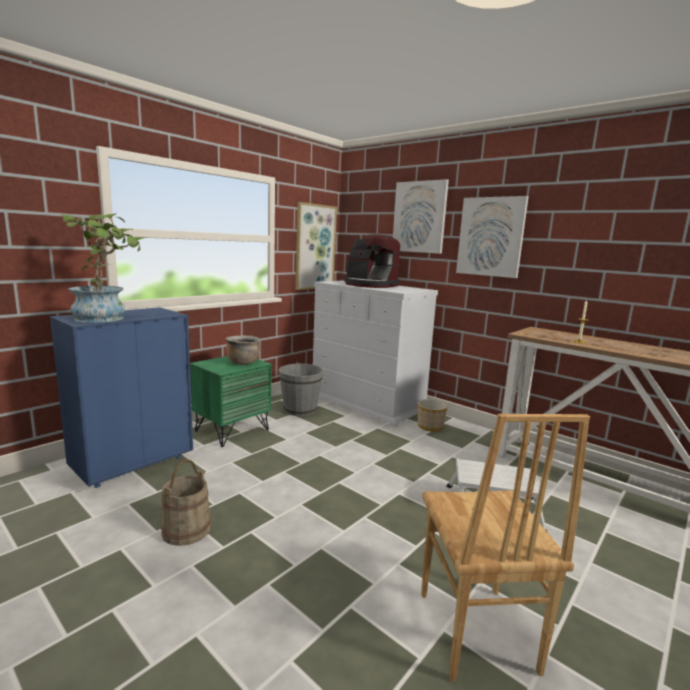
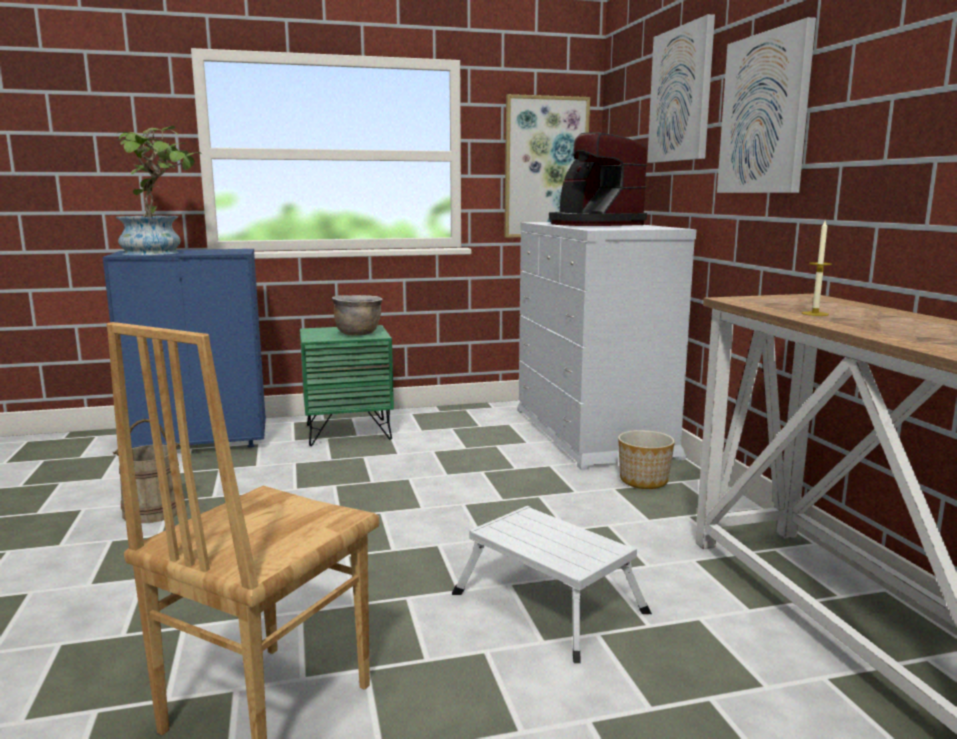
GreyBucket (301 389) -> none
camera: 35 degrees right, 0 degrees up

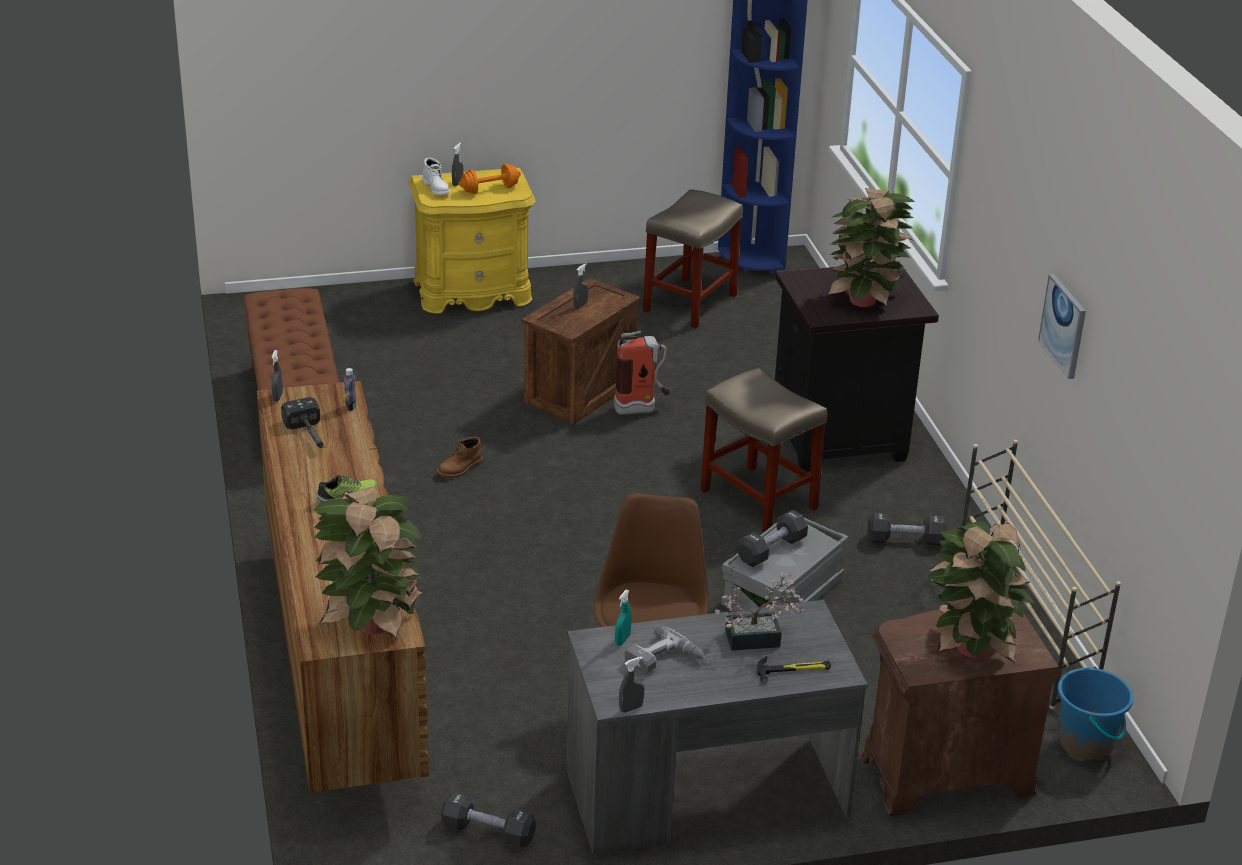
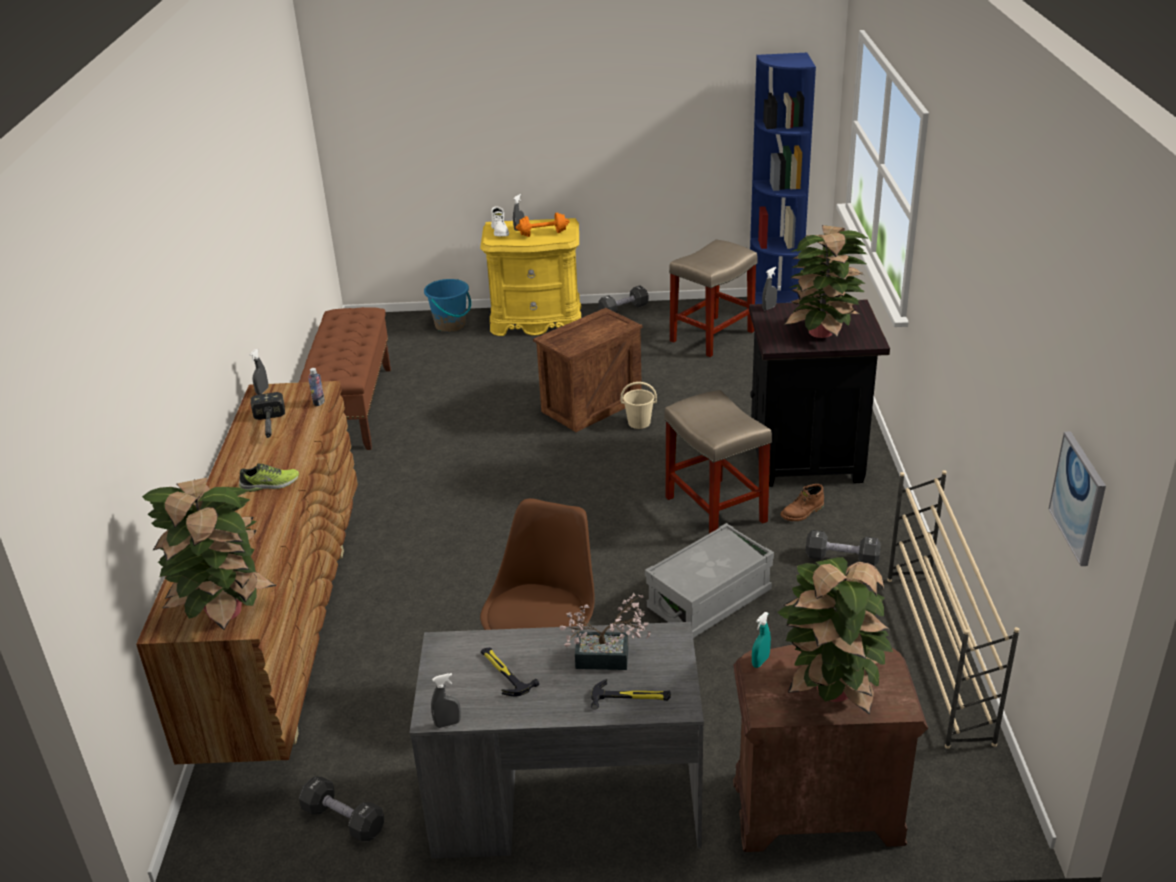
BrownBoot (459 457) -> BrownBoot (802 502), move
GreySprayBottle (580 286) -> GreySprayBottle (769 288), move
TurquoiseSprayBottle (623 618) -> TurquoiseSprayBottle (761 640), move
BlackDumbbell (772 538) -> BlackDumbbell (623 299), move
Picture (1062 326) -> Picture (1077 498), move
BlueBucket (1096 713) -> BlueBucket (447 305), move
FireExtinguisher (642 373) -> BeigeBucket (639 405)
PowerDrill (665 649) -> Hammer (510 672)
camera: 15 degrees right, 0 degrees up

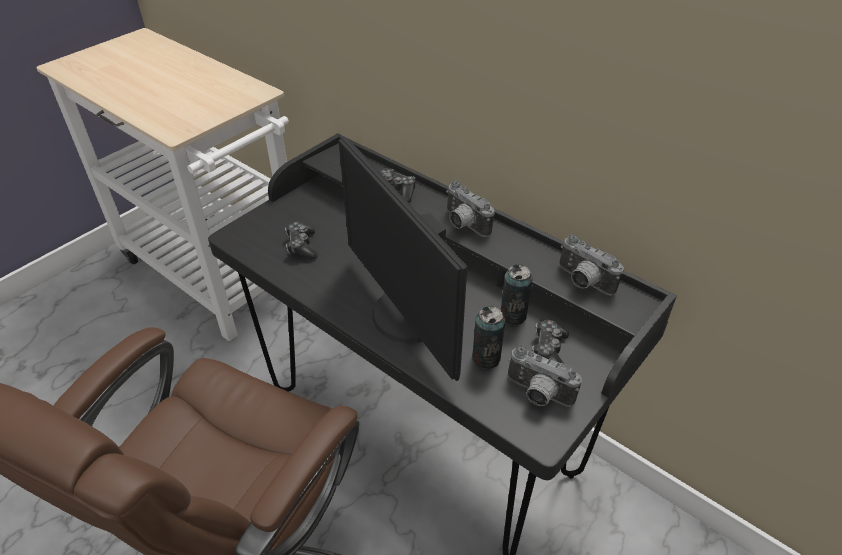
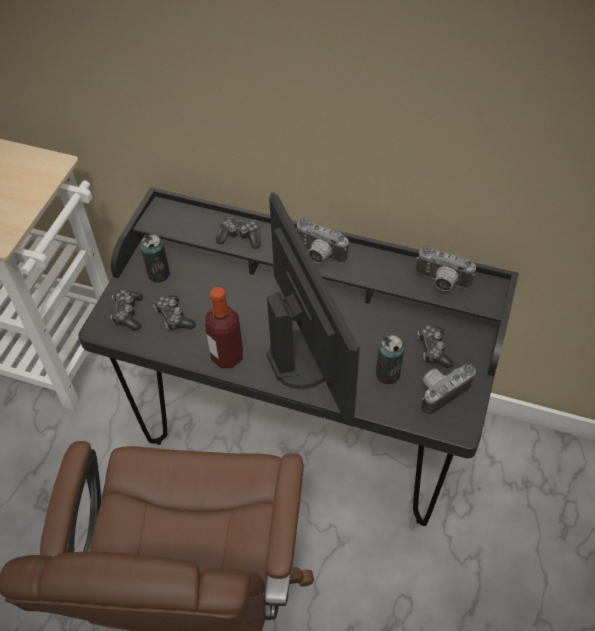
none -> GameController (127 310)
none -> Bottle (224 327)
Can (516 295) -> Can (155 258), move
Monitor (402 258) -> Monitor (313 308), 150 degrees counterclockwise
PhotoCamera (545 376) -> PhotoCamera (448 389), 135 degrees clockwise
camera: 20 degrees left, 10 degrees up

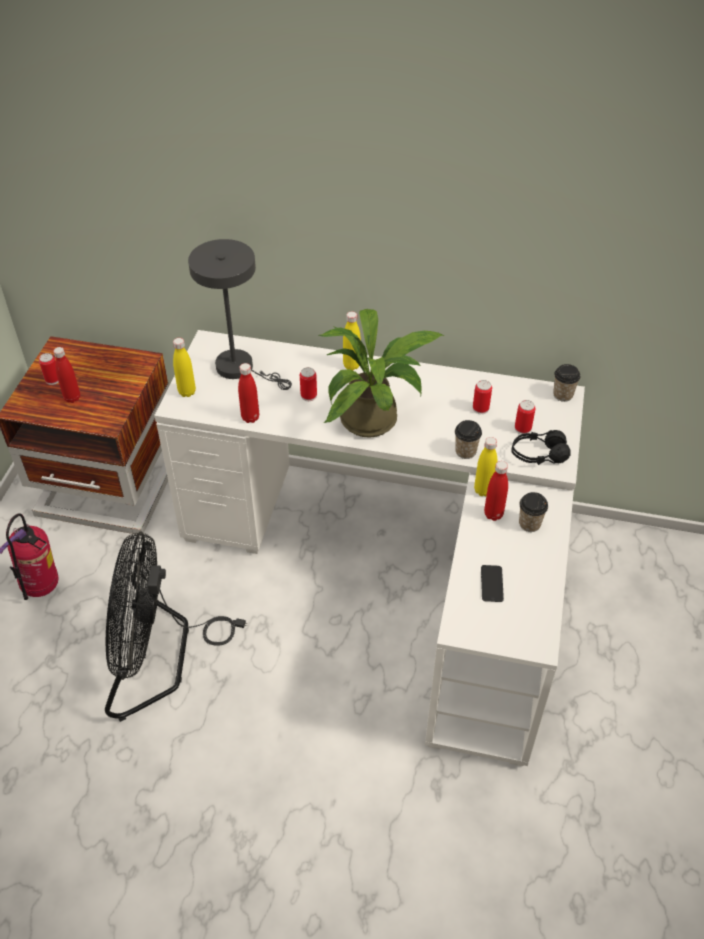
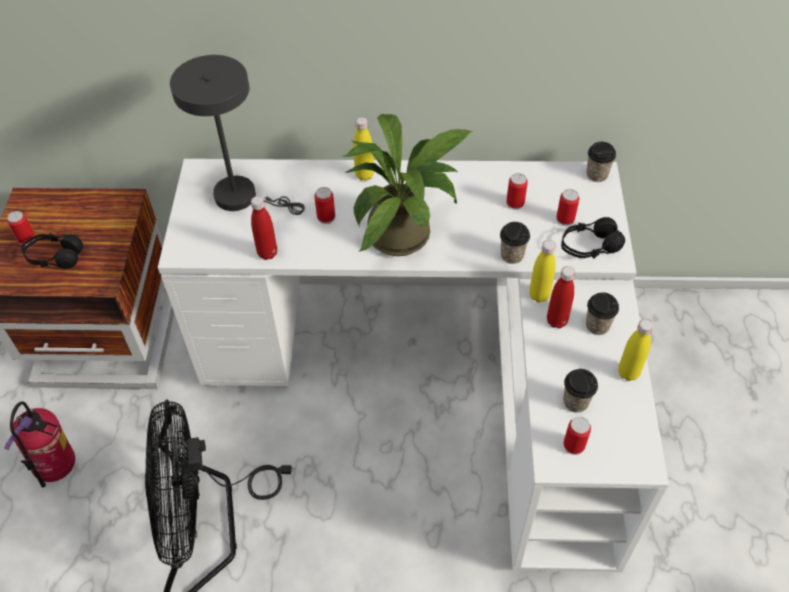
none -> Can (577 436)
YellowBottle (184 367) -> YellowBottle (635 350), move
RedBottle (66 375) -> BlackHeadphones (52 251)
Phone (492 583) -> Cup (580 391)
camera: 10 degrees left, 5 degrees up

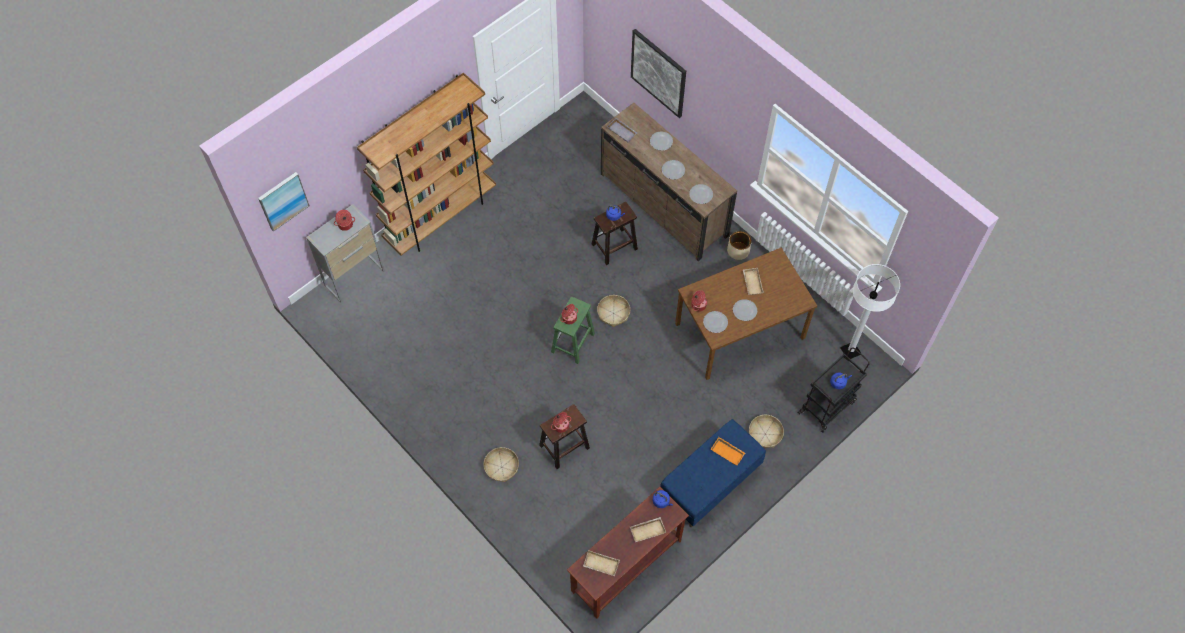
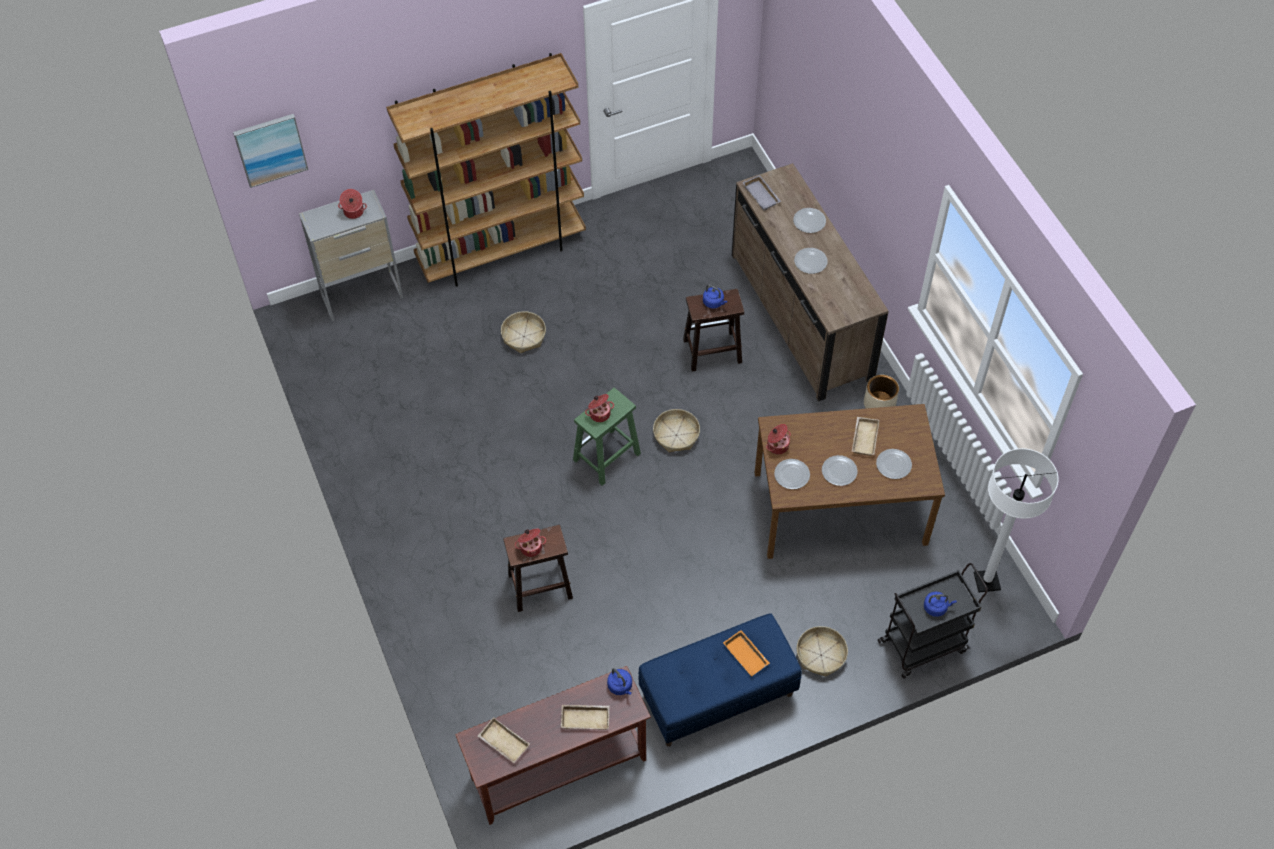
Picture (658 73) -> none
Basket (501 464) -> Basket (523 332), move
Plate (701 194) -> Plate (894 464), move
camera: 20 degrees right, 5 degrees down

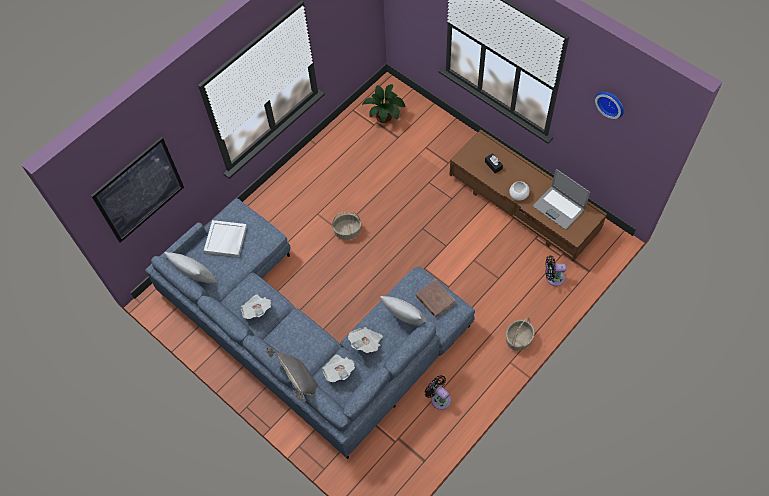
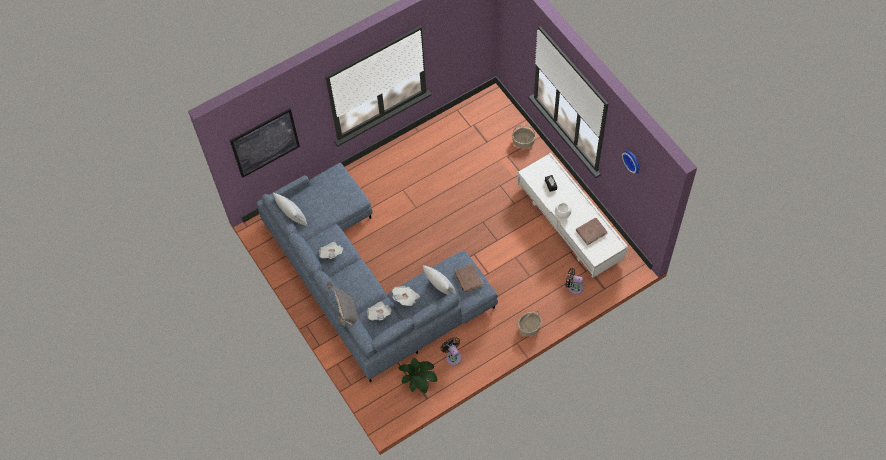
WhiteTray (225 238) -> none
Basket (346 225) -> Basket (524 136), move
PottedPlant (383 103) -> PottedPlant (418 375), move
Laptop (561 199) -> BrownBook (591 231)
BrownTvStand (528 195) -> WhiteTvStand (572 215)
camera: 15 degrees right, 0 degrees up

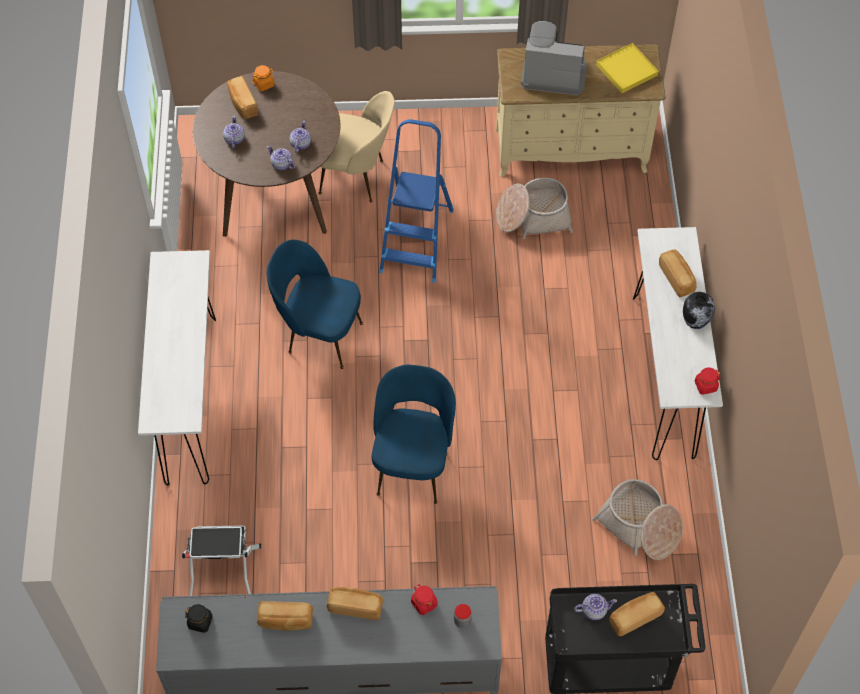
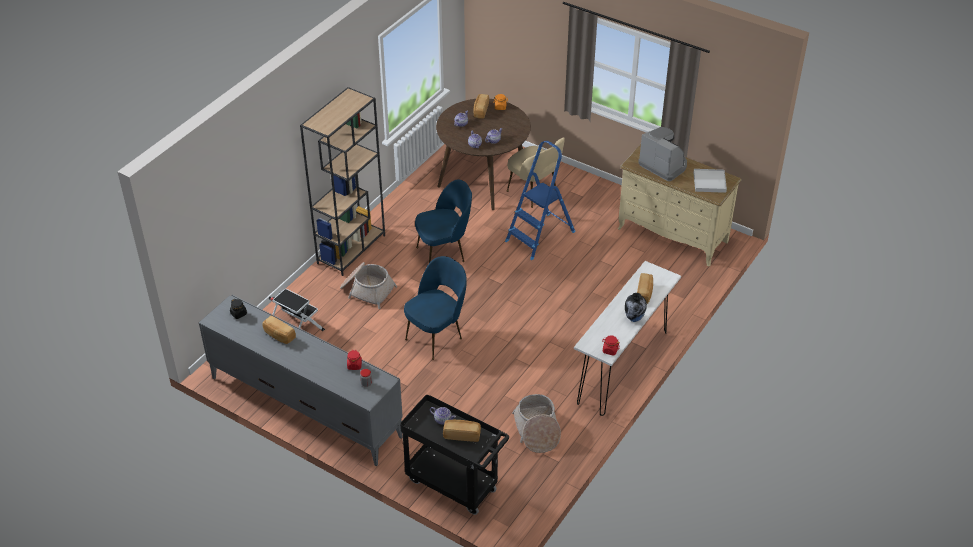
Bread (355 603) -> none
Basket (534 208) -> Basket (368 285), move
WhiteConsoleTable (177 368) -> Bookcase (342 181)
YellowTray (627 68) -> WhiteTray (710 181)
BlueChair (315 304) -> BlueChair (443 221), 105 degrees clockwise
camera: 35 degrees right, 15 degrees down

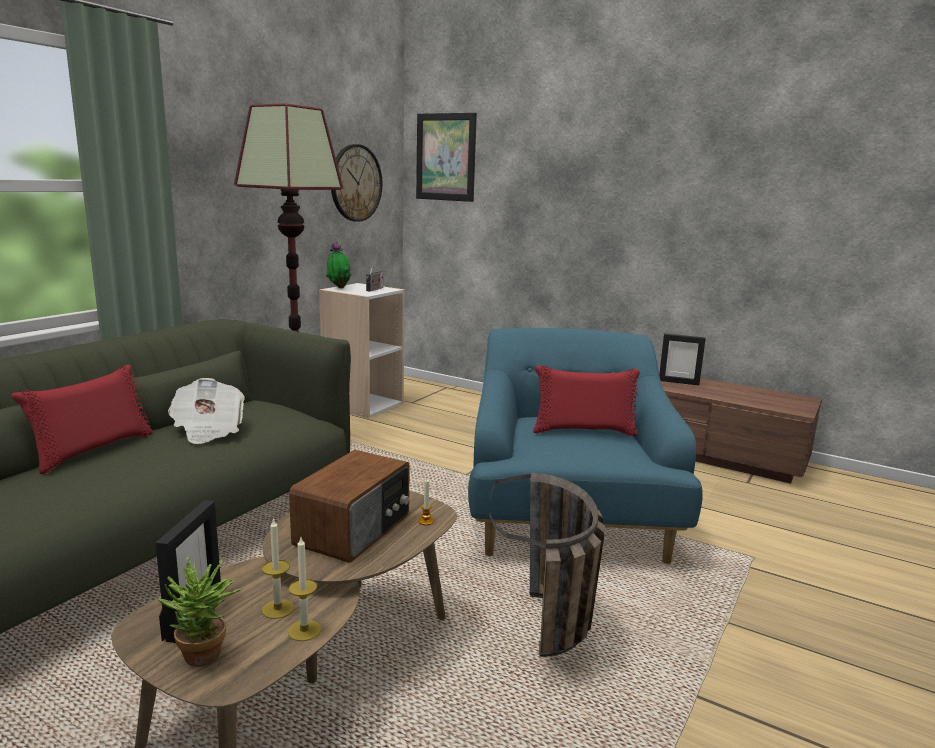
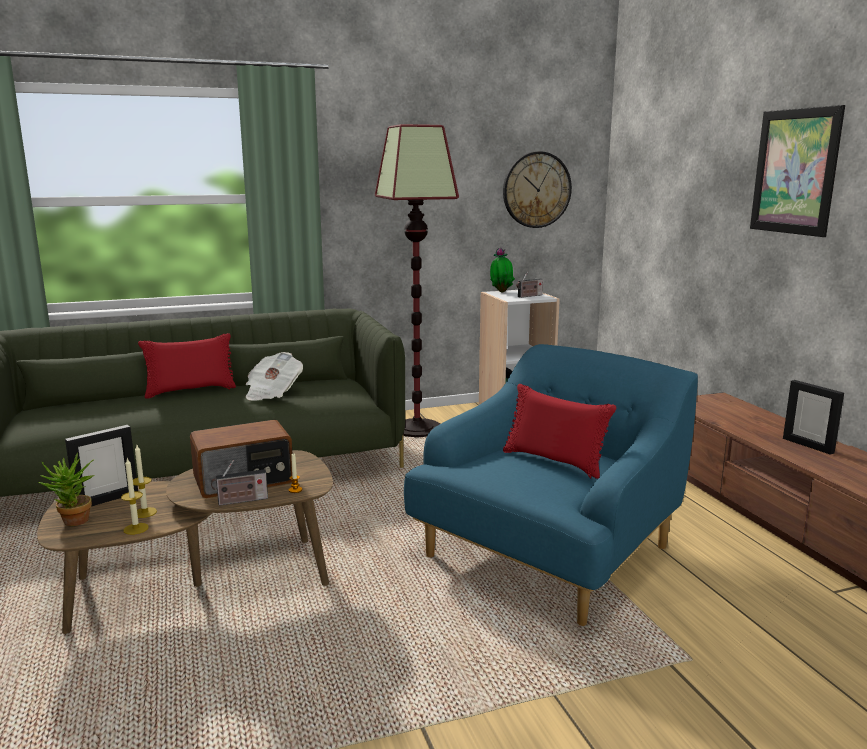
Basket (547 565) -> none
none -> Radio (239 483)
Picture (446 157) -> Picture (797 171), move
camera: 40 degrees right, 0 degrees up

